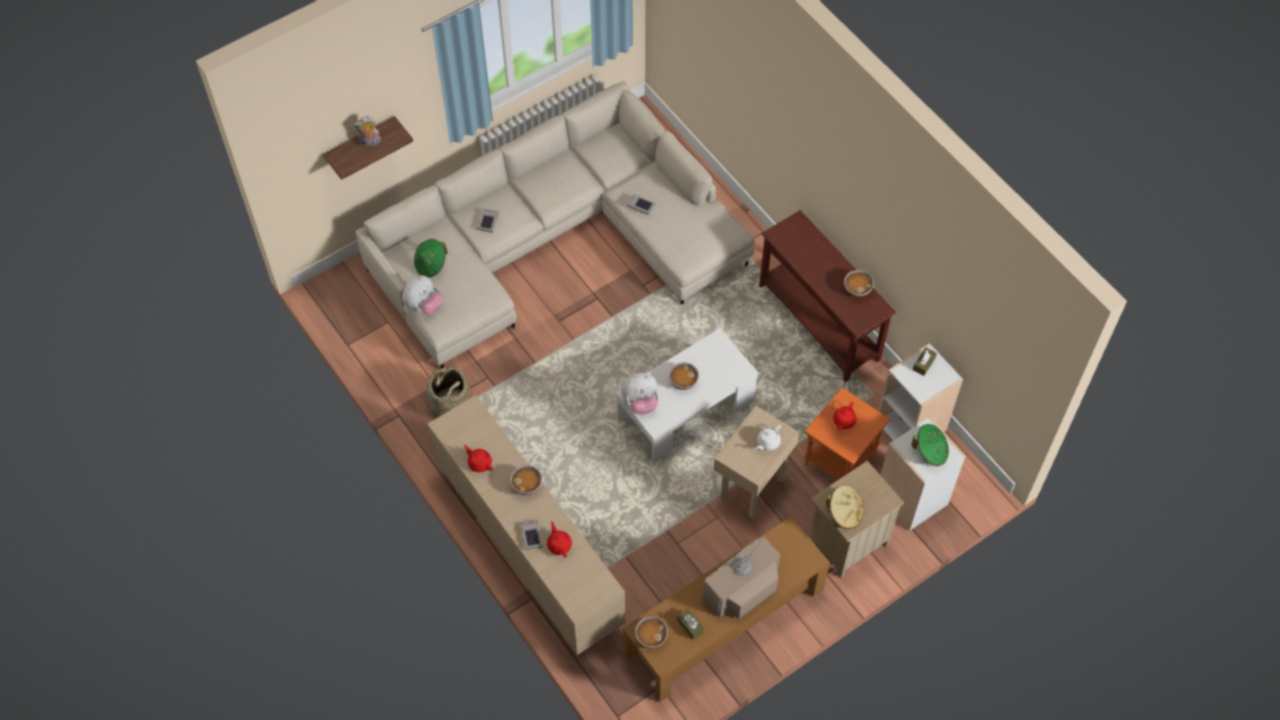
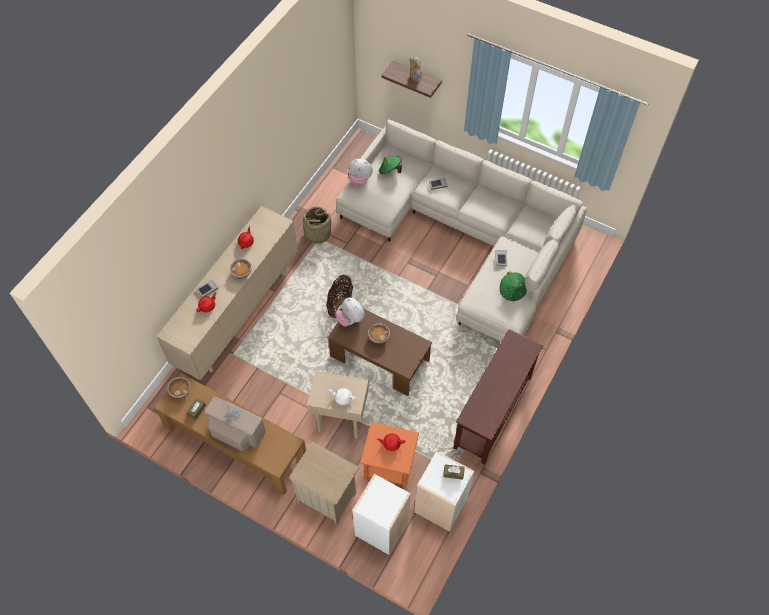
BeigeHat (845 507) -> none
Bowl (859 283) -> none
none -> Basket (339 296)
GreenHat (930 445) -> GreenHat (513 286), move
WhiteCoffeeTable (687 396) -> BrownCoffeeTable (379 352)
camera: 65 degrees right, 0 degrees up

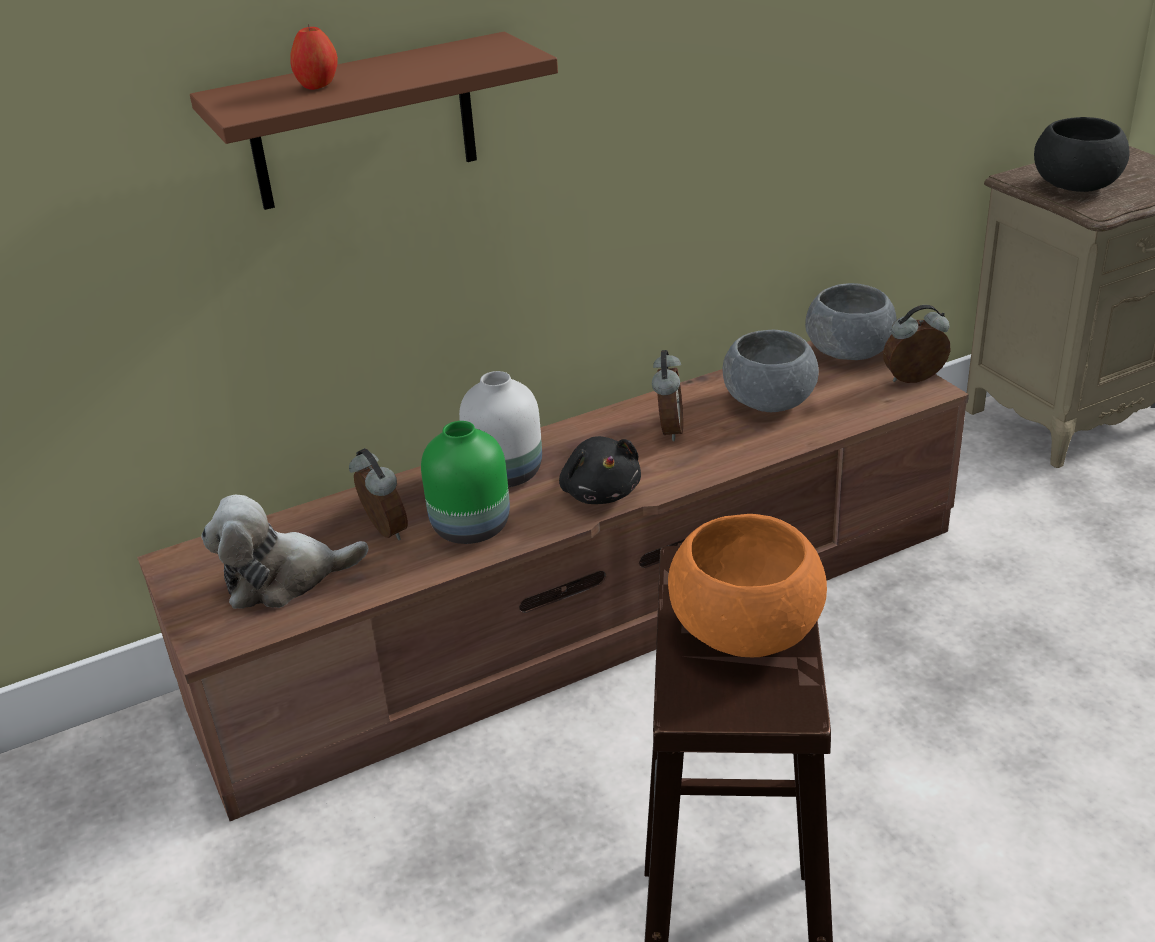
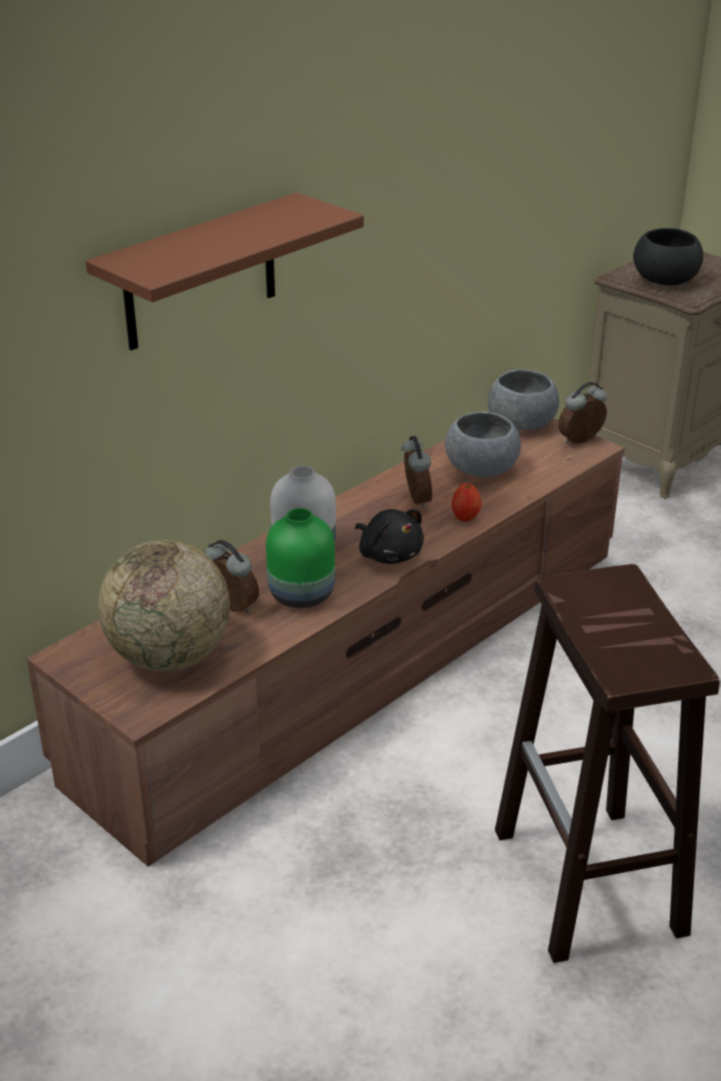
OrangeBowl (747 585) -> none
Apple (314 57) -> Apple (467 502), move
PlushToy (284 552) -> Globe (164 605)
camera: 20 degrees left, 0 degrees up

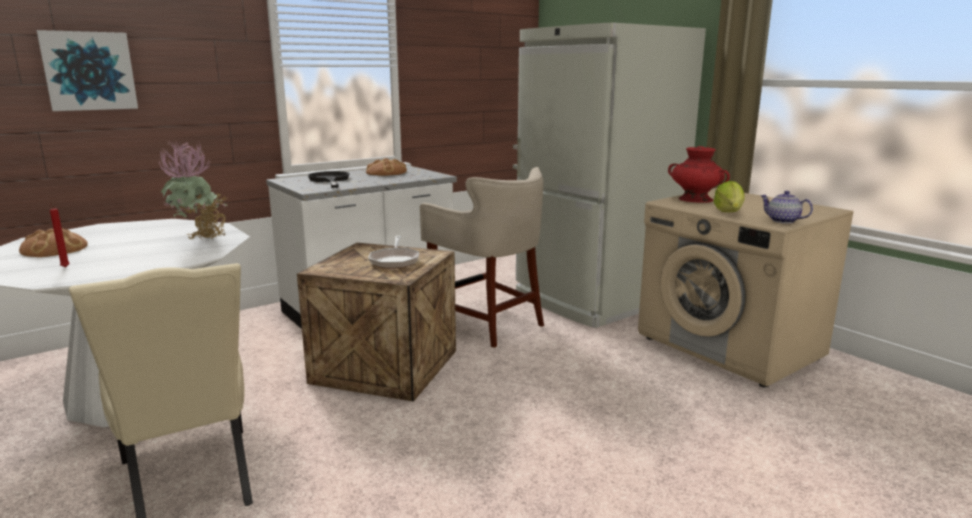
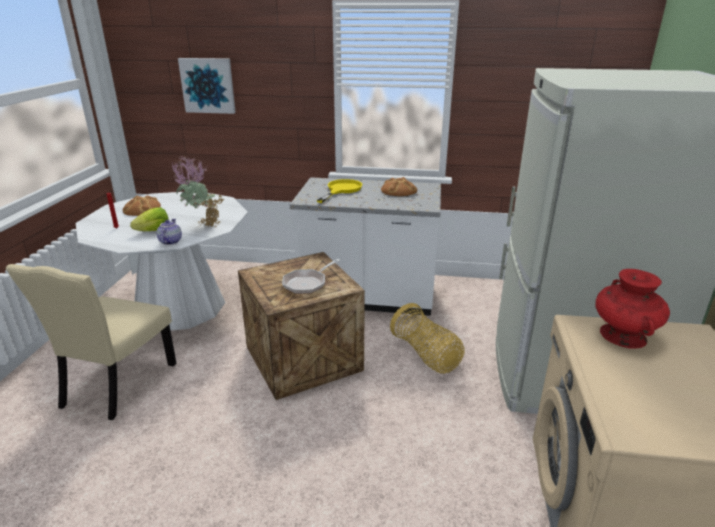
Lettuce (729 196) -> Lettuce (149 219), move
Teapot (786 207) -> Teapot (169 232), move
BeigeStool (482 257) -> Basket (427 338)
BlackFryingPan (329 179) -> YellowFryingPan (339 191)
camera: 45 degrees right, 10 degrees up

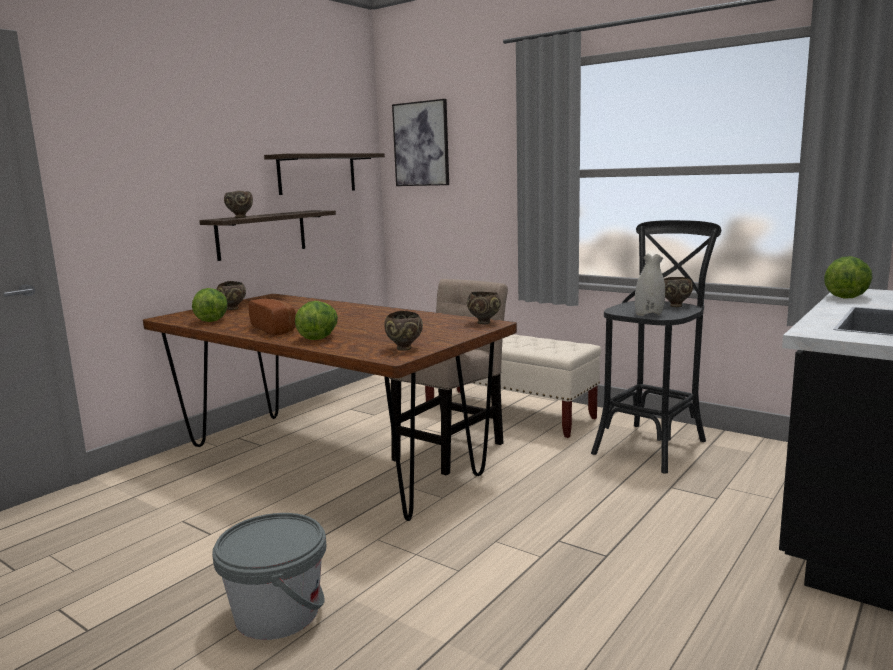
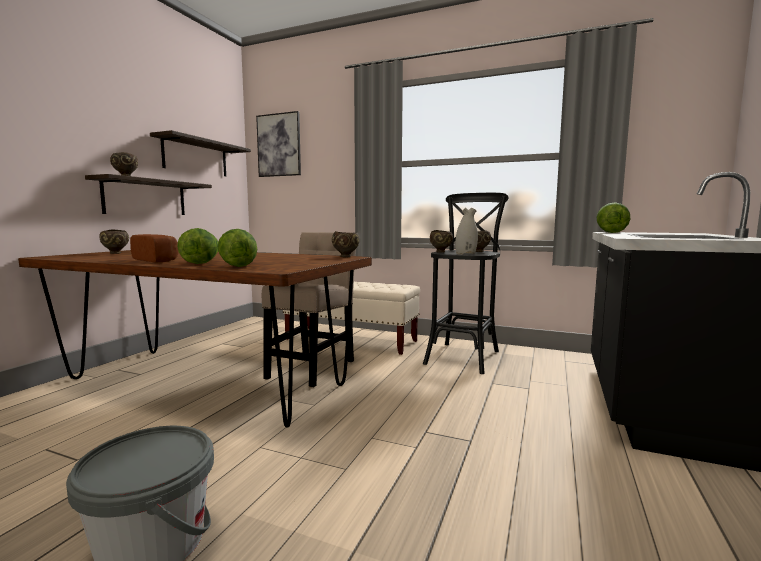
Lettuce (210 305) -> Lettuce (237 248), move
BrownBowl (403 331) -> BrownBowl (441 241), move
camera: 15 degrees left, 5 degrees down

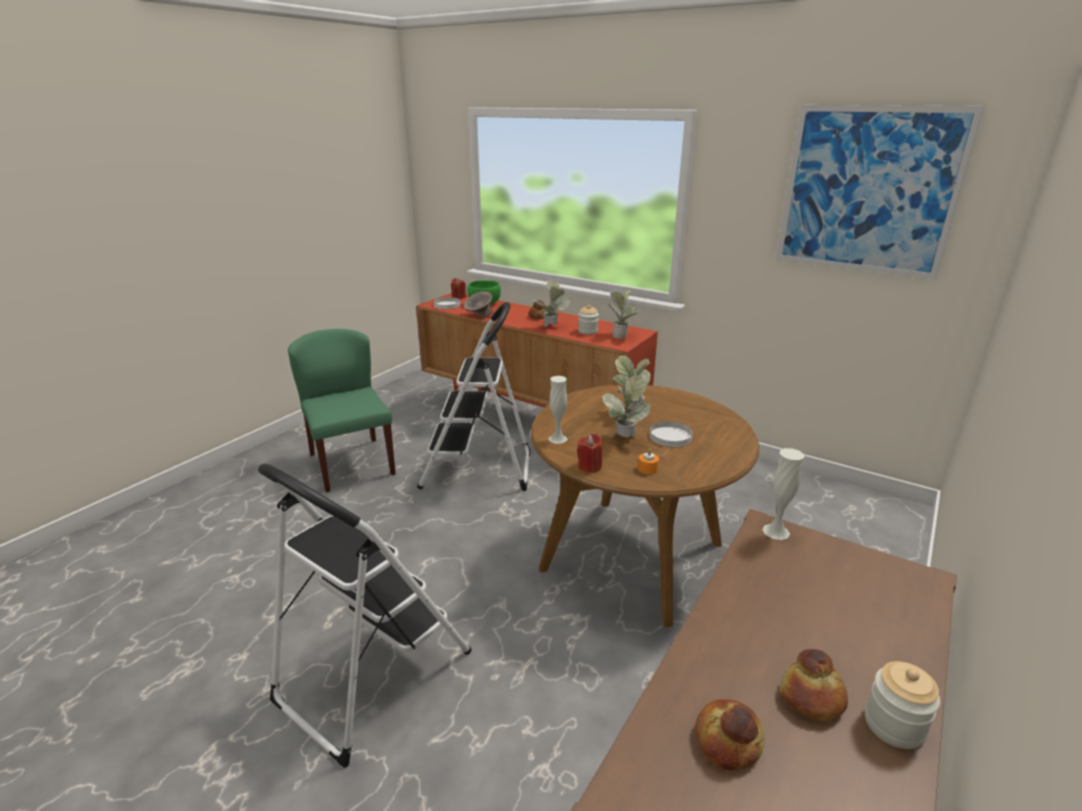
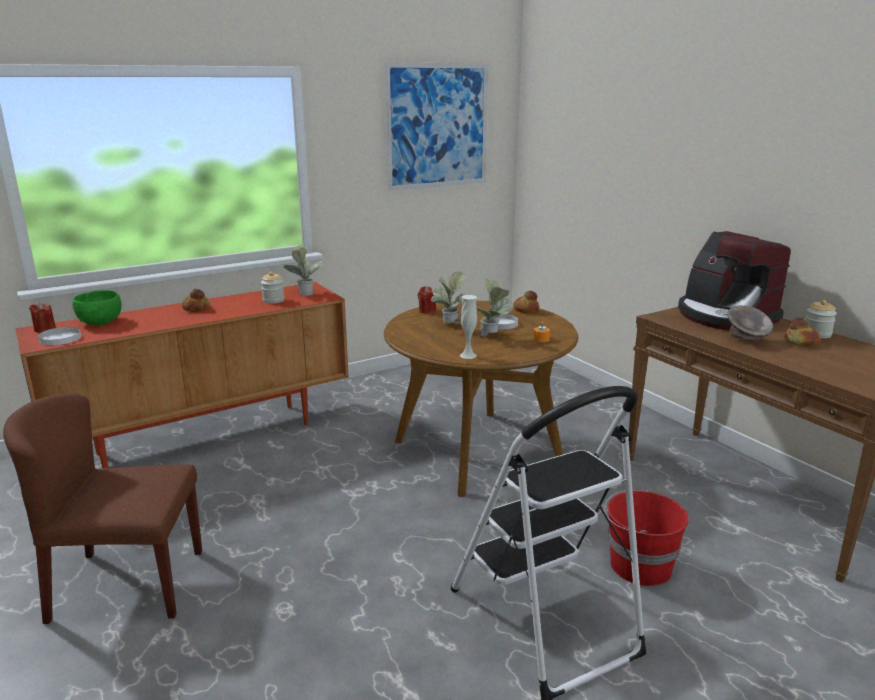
StepLadder (473 396) -> none
PottedPlant (551 303) -> none
WhiteVase (783 494) -> none
none -> RedBucket (646 537)
none -> CoffeeMachine (734 280)
GreyBowl (478 304) -> GreyBowl (750 323), move
RedCandle (589 453) -> RedCandle (427 300), move
Bread (729 735) -> Bread (526 302), move
GreenChair (342 410) -> BrownChair (102 508)
camera: 65 degrees left, 5 degrees down

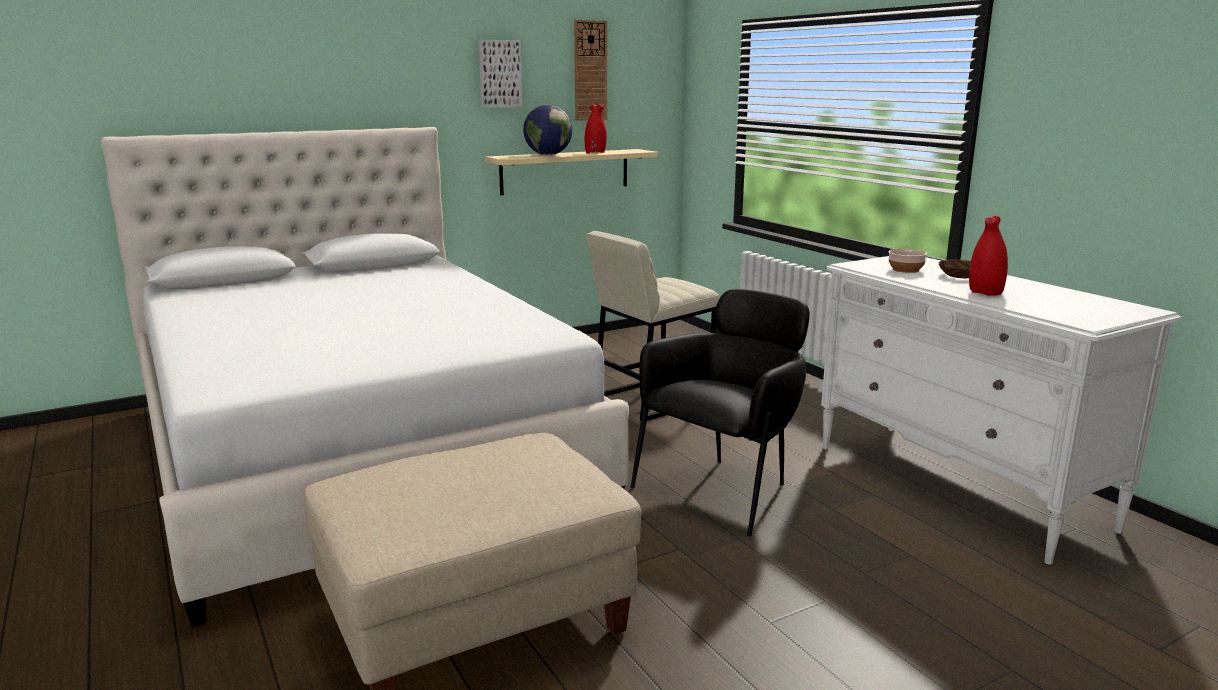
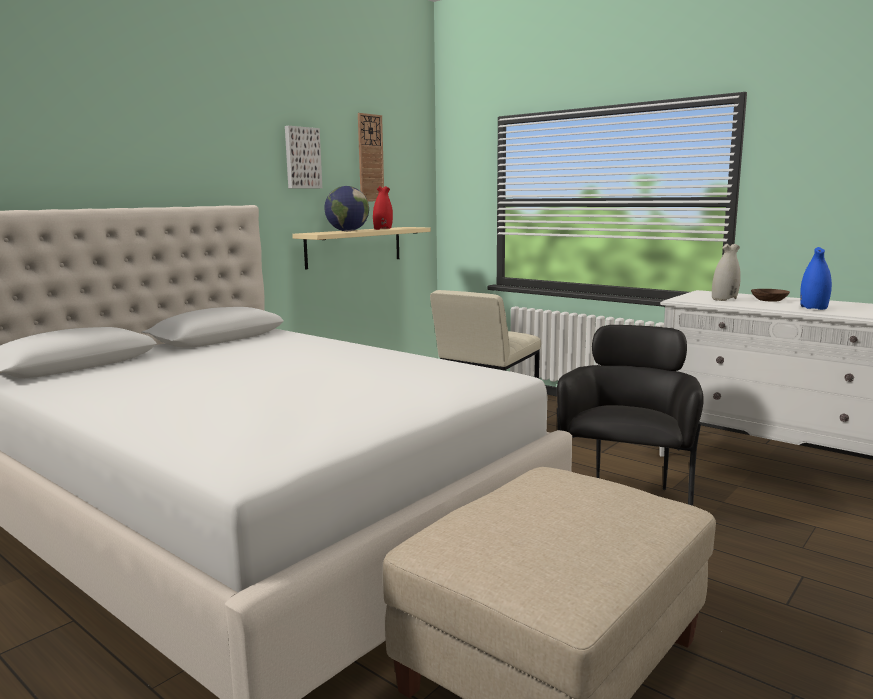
Bowl (907 261) -> WhiteVase (726 272)
RedVase (988 255) -> BlueVase (816 278)
camera: 20 degrees left, 5 degrees down

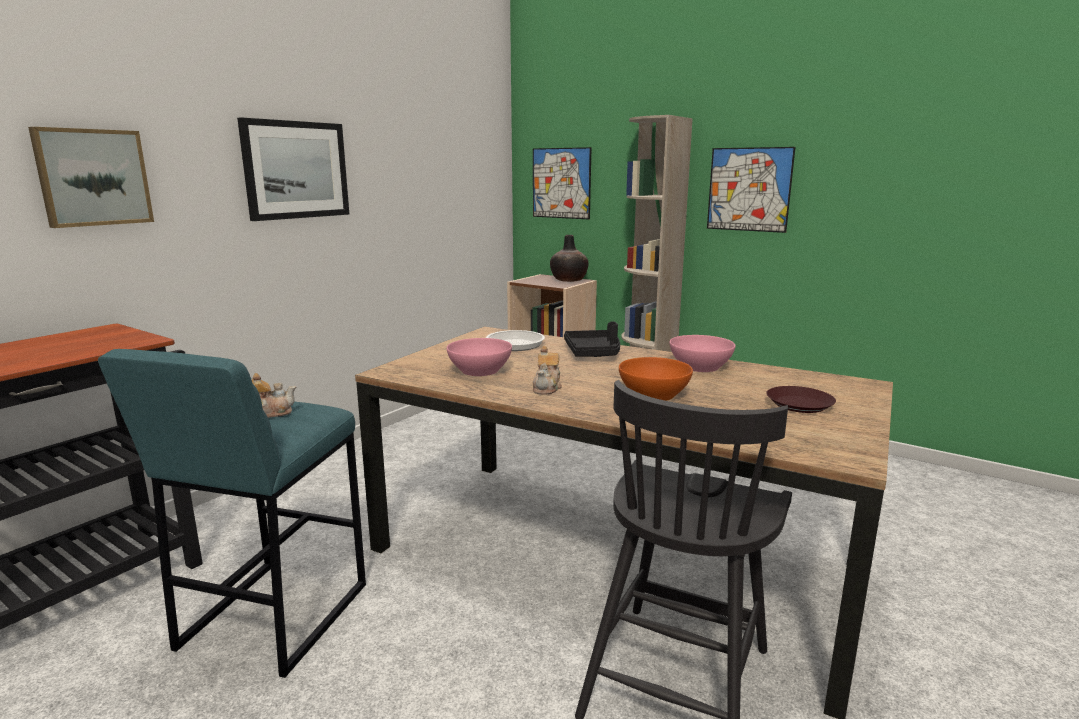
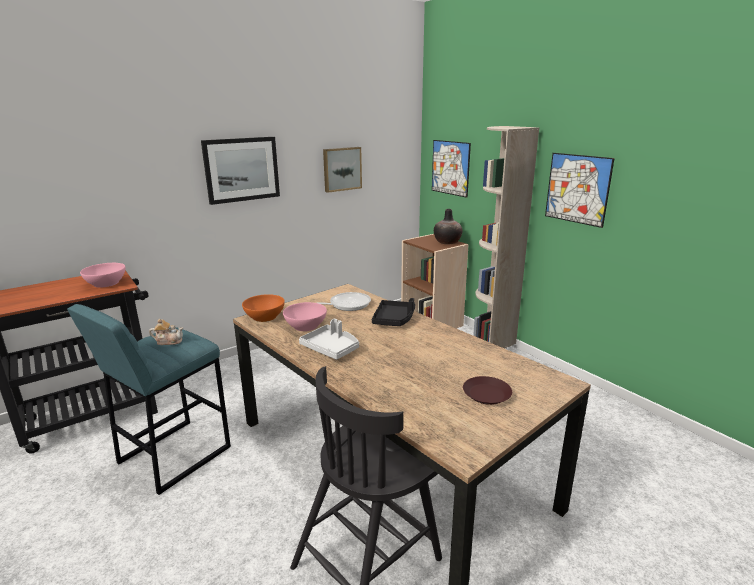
Picture (91 177) -> Picture (342 170), move
OrangeBowl (656 379) -> OrangeBowl (263 308), move
PinkBowl (702 353) -> PinkBowl (102 275), move
Teapot (547 370) -> GreyTray (329 339)
camera: 20 degrees right, 5 degrees up

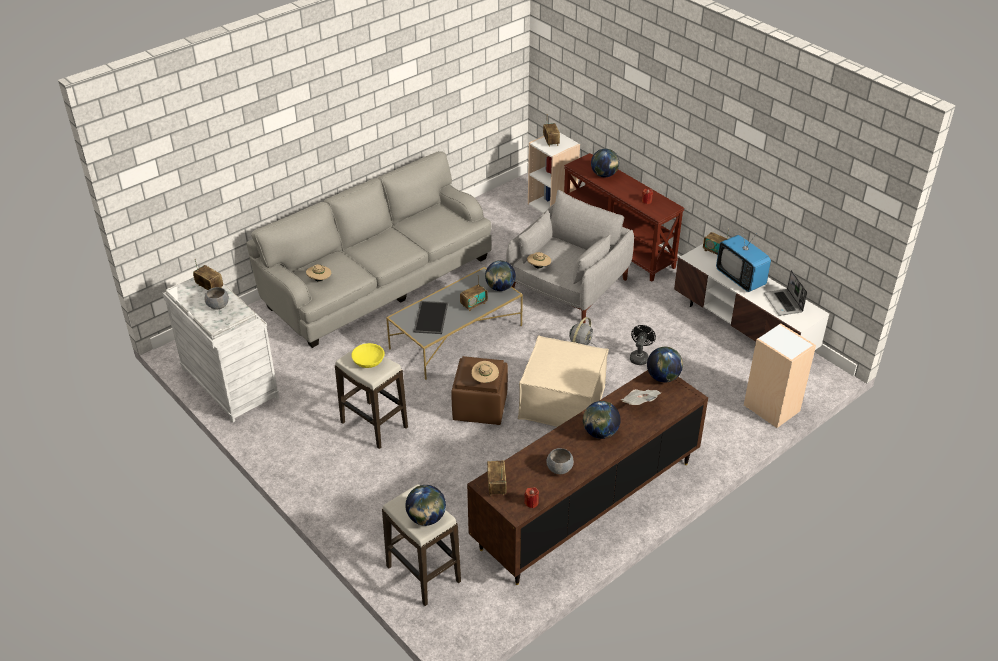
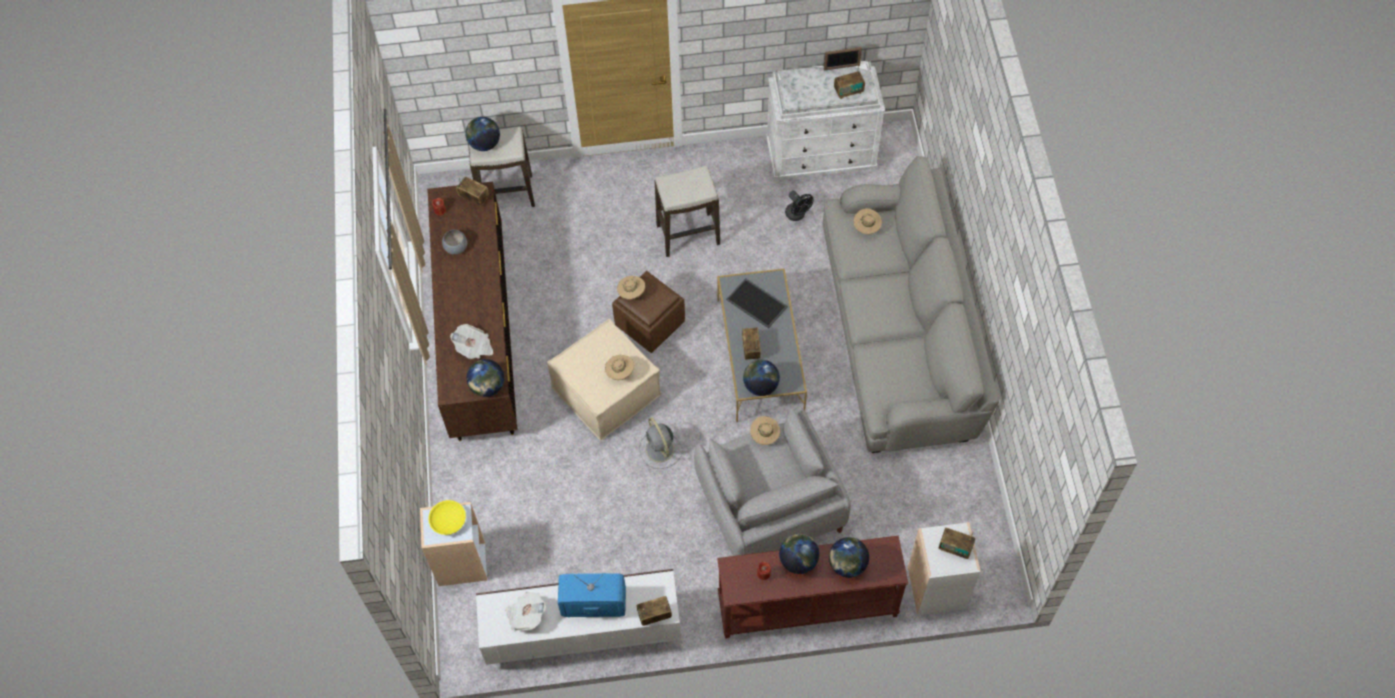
GreyBowl (217 298) -> none
none -> BeigeHat (619 367)
none -> PictureFrame (843 58)
YellowBowl (367 355) -> YellowBowl (447 517), move
Globe (602 420) -> Globe (799 554), move
BlackFan (643 345) -> BlackFan (799 206), move
Laptop (785 293) -> Newspaper (525 611)
camera: 125 degrees right, 20 degrees up

